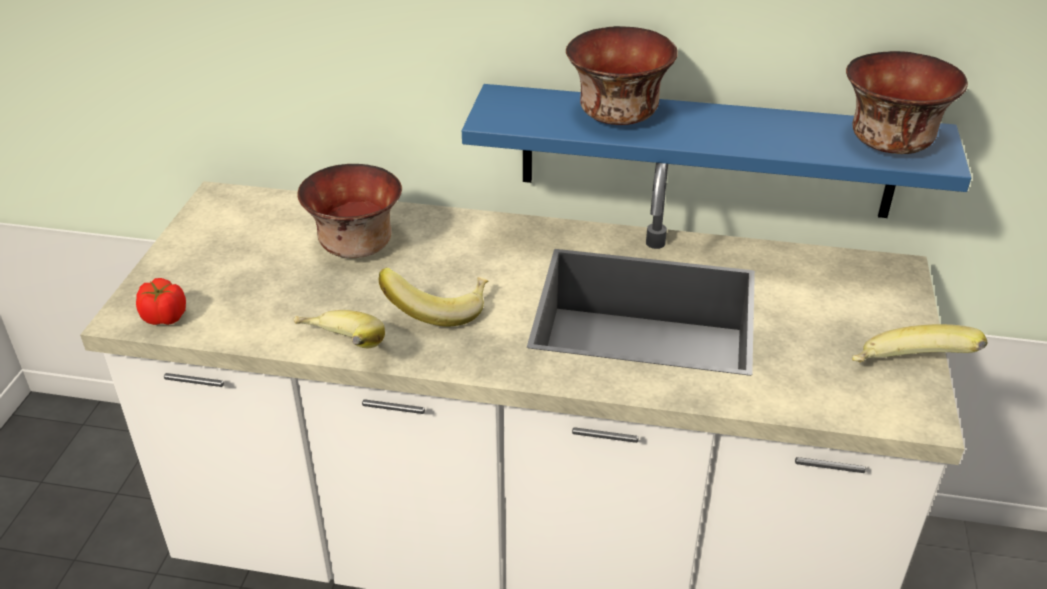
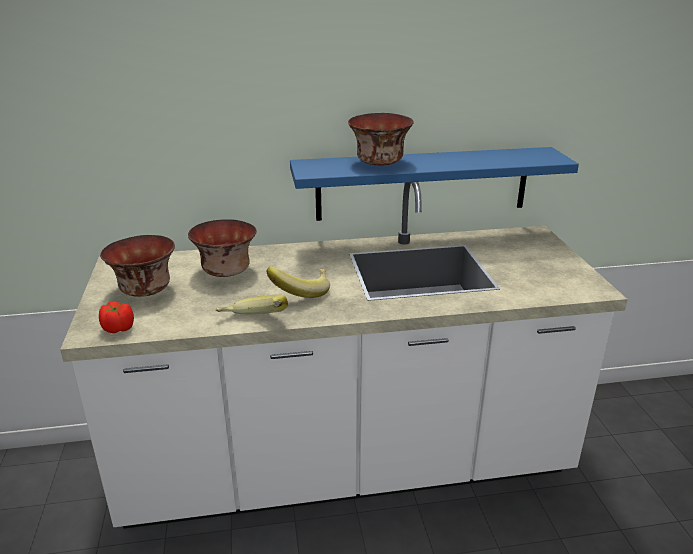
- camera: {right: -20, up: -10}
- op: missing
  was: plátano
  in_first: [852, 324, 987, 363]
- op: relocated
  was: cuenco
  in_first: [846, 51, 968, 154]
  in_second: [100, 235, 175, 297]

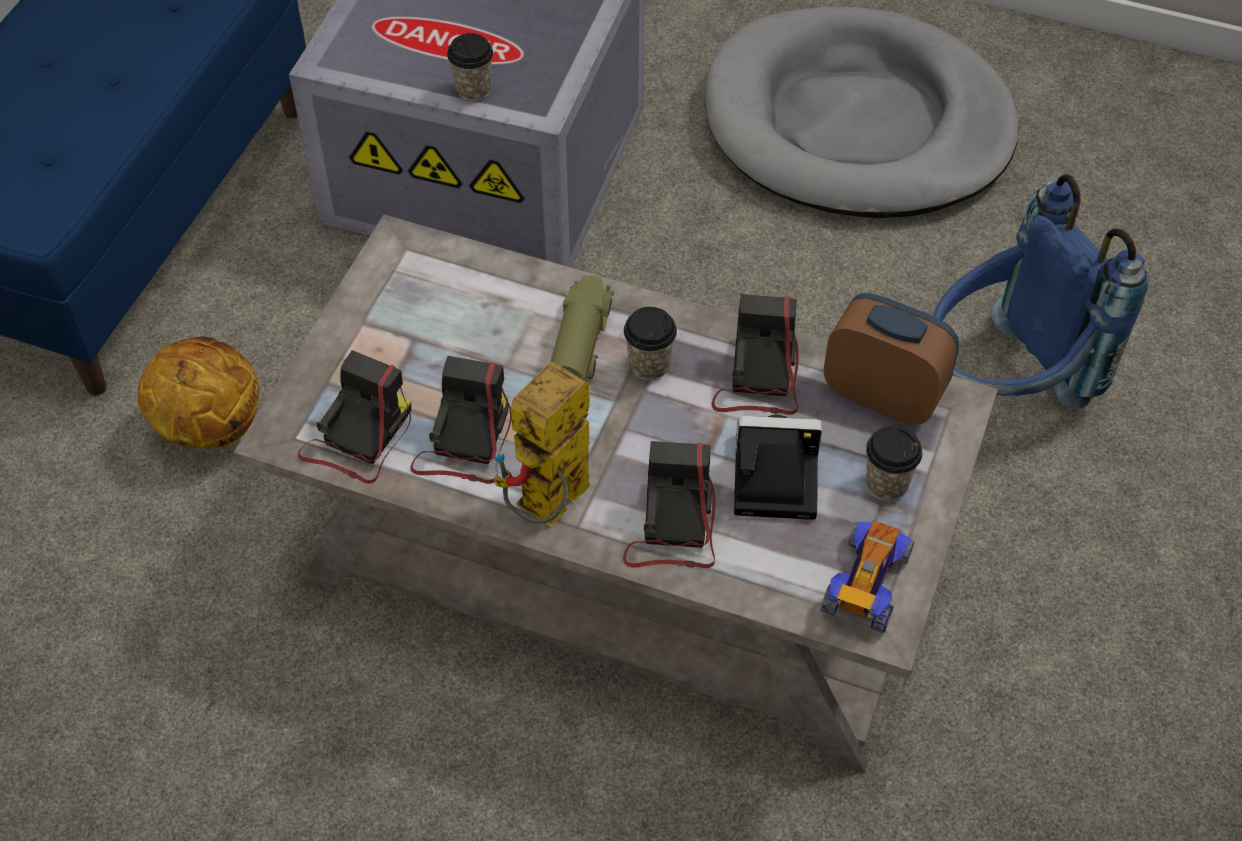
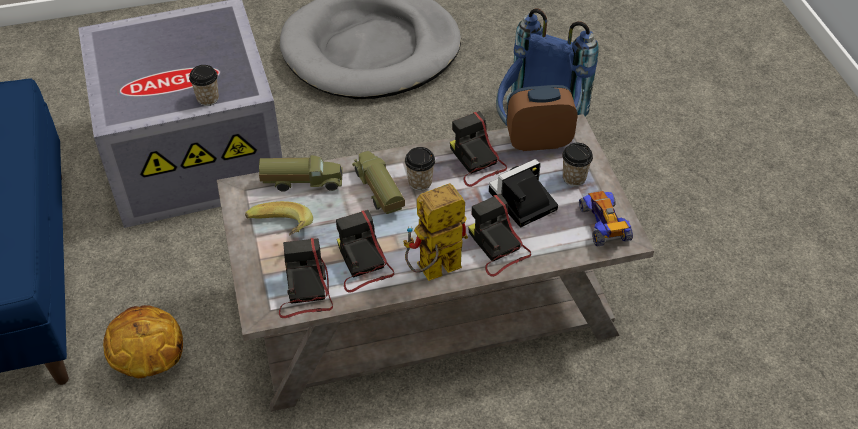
- camera: {right: -35, up: -5}
- op: appeared
  now: plátano
  in_second: [245, 201, 313, 235]
- op: appeared
  now: camión de juguete
  in_second: [259, 155, 343, 192]
- op: spun
  was: robot de juguete
  in_first: [494, 361, 590, 526]
  in_second: [403, 183, 468, 281]
  clockwise: 60

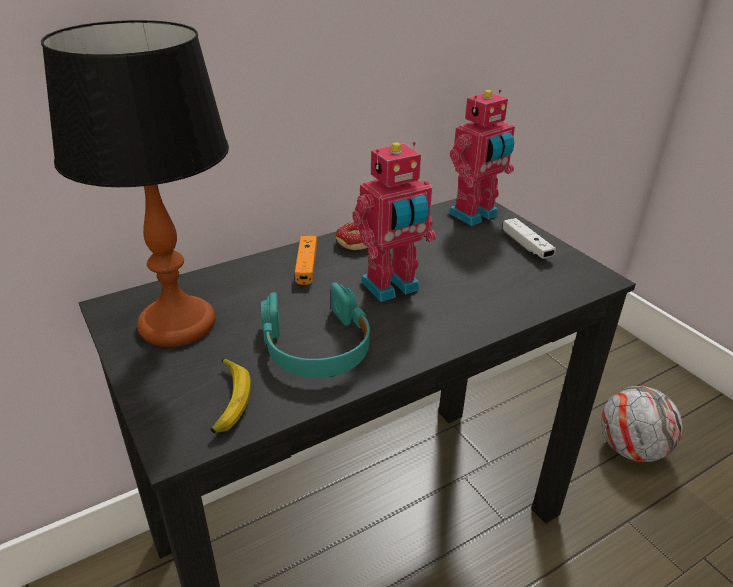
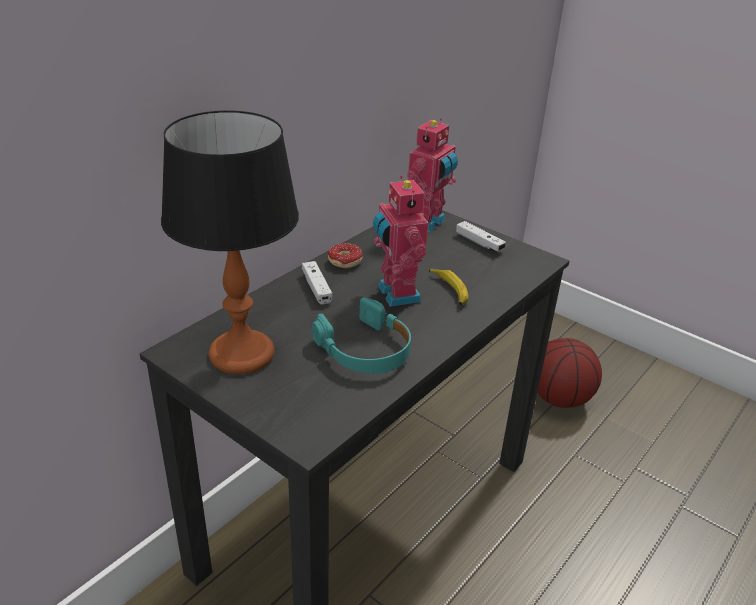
- camera: {right: -20, up: 0}
- op: relocated
  was: plátano
  in_first: [210, 358, 251, 433]
  in_second: [429, 268, 468, 305]
- op: exchanged
  was: balón de fútbol
  now: balón de baloncesto
  in_first: [601, 386, 682, 462]
  in_second: [537, 338, 602, 408]
- op: colour
  was: mando de consola/naranja
  now: mando de consola/blanco
  in_first: [295, 236, 317, 285]
  in_second: [302, 261, 332, 304]
- op: spun
  was: robot de juguete
  in_first: [353, 142, 436, 302]
  in_second: [373, 175, 429, 307]
  clockwise: 120

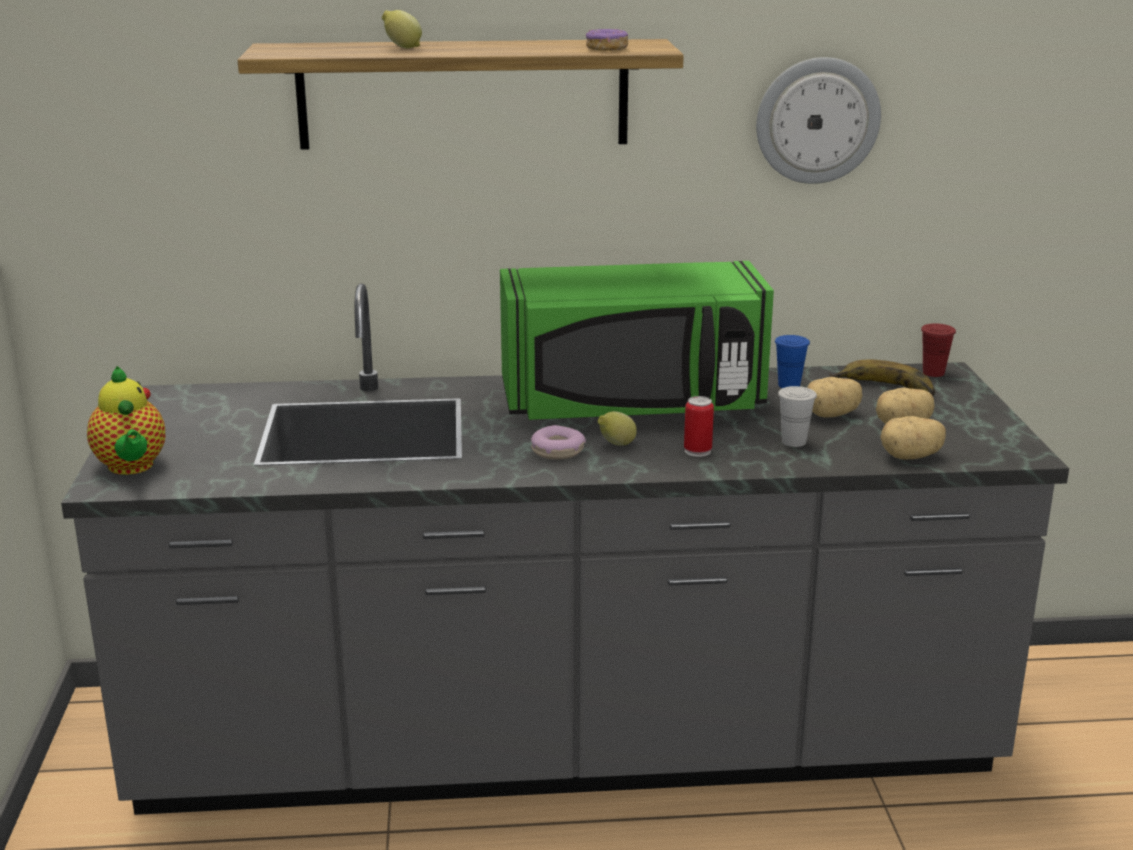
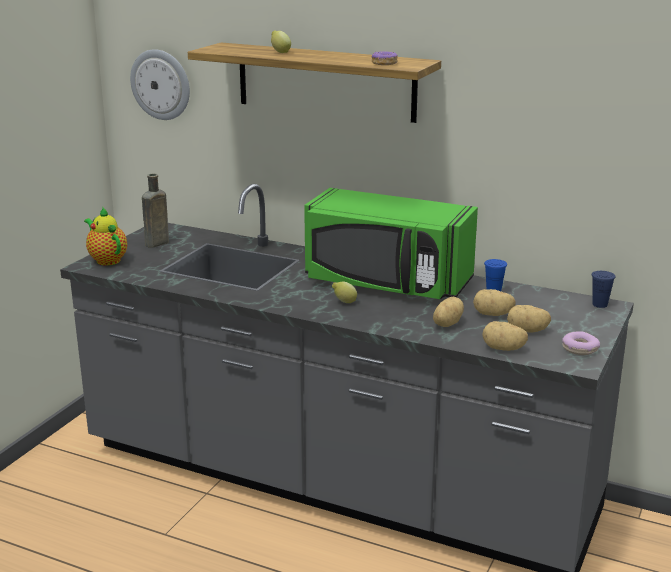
- camera: {right: 30, up: 0}
- op: missing
  was: lata
  in_first: [684, 396, 714, 457]
- op: missing
  was: plátano
  in_first: [829, 359, 935, 396]
- op: appeared
  now: botella/marrón
  in_second: [142, 173, 169, 248]
- op: relocated
  was: rosquilla
  in_first: [531, 425, 586, 460]
  in_second: [562, 331, 600, 355]
- op: relocated
  was: reloj de pared
  in_first: [756, 57, 881, 184]
  in_second: [130, 49, 190, 120]
- op: exchanged
  was: taza/blanco
  now: patata
  in_first: [778, 386, 817, 447]
  in_second: [433, 297, 464, 327]
- op: colour
  was: taza/rojo
  now: taza/azul
  in_first: [921, 323, 956, 377]
  in_second: [591, 271, 616, 308]
- op: spun
  was: tetera
  in_first: [87, 366, 165, 475]
  in_second: [84, 207, 127, 266]
  clockwise: 135

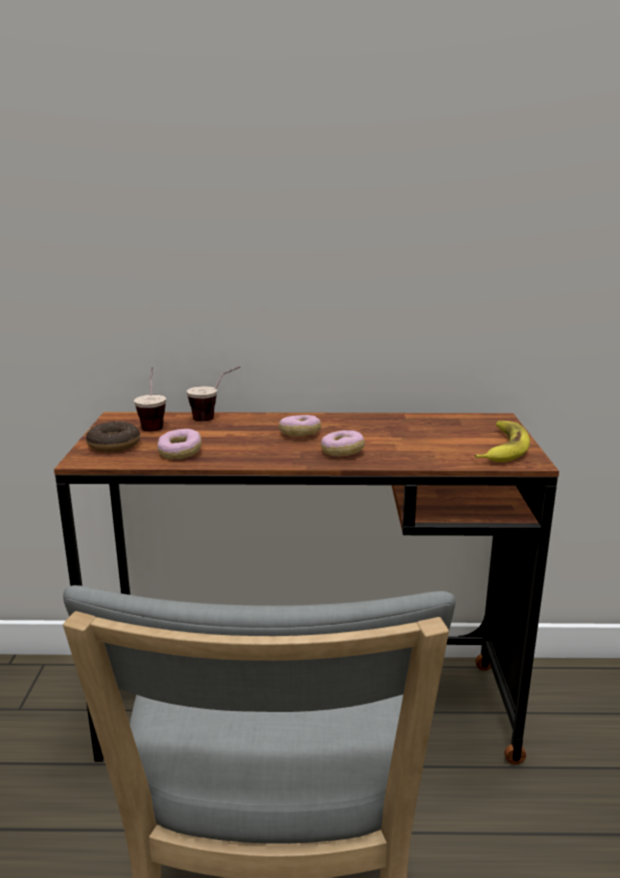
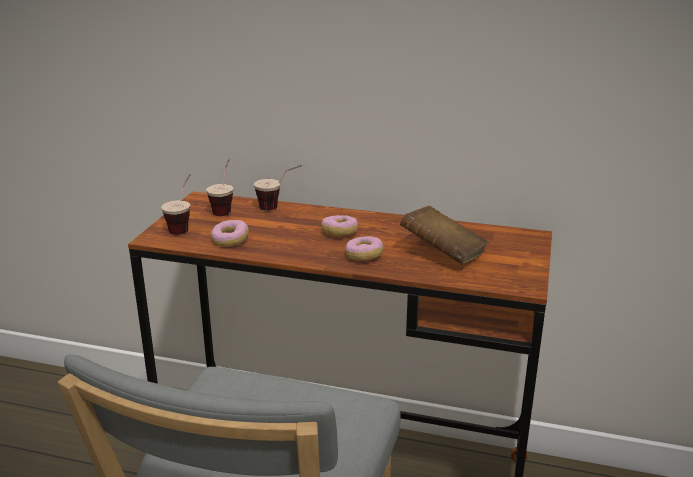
- camera: {right: 15, up: 5}
- op: missing
  was: plátano
  in_first: [475, 421, 530, 462]
- op: appeared
  now: libro/marrón
  in_second: [400, 206, 489, 264]
- op: exchanged
  was: rosquilla
  now: taza
  in_first: [86, 422, 140, 452]
  in_second: [161, 174, 190, 235]

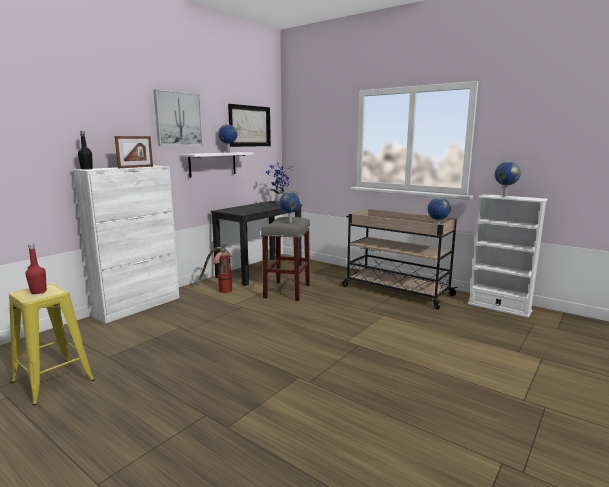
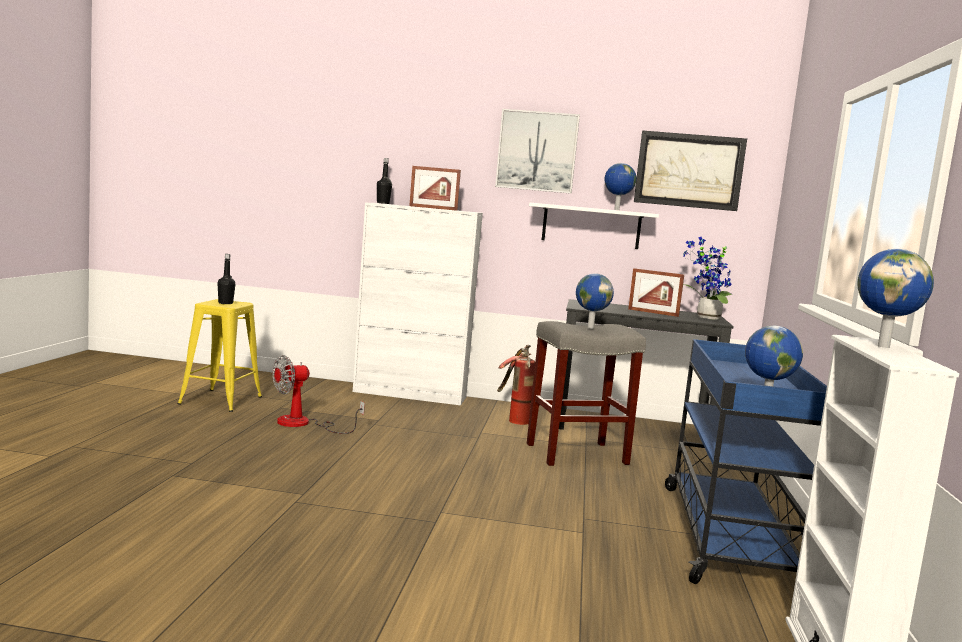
- camera: {right: 60, up: -5}
- op: appeared
  now: ventilador
  in_second: [272, 355, 365, 434]
- op: appeared
  now: portarretratos
  in_second: [628, 268, 684, 317]
- op: colour
  was: botella/rojo
  now: botella/negro
  in_first: [25, 244, 47, 294]
  in_second: [218, 254, 236, 304]
- op: colour
  was: carrito/beis
  now: carrito/azul
  in_first: [342, 209, 458, 309]
  in_second: [665, 339, 827, 584]

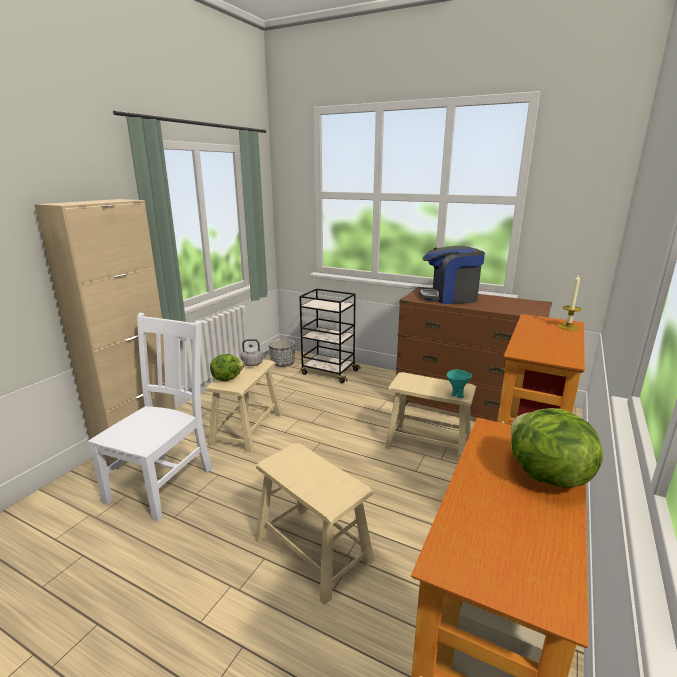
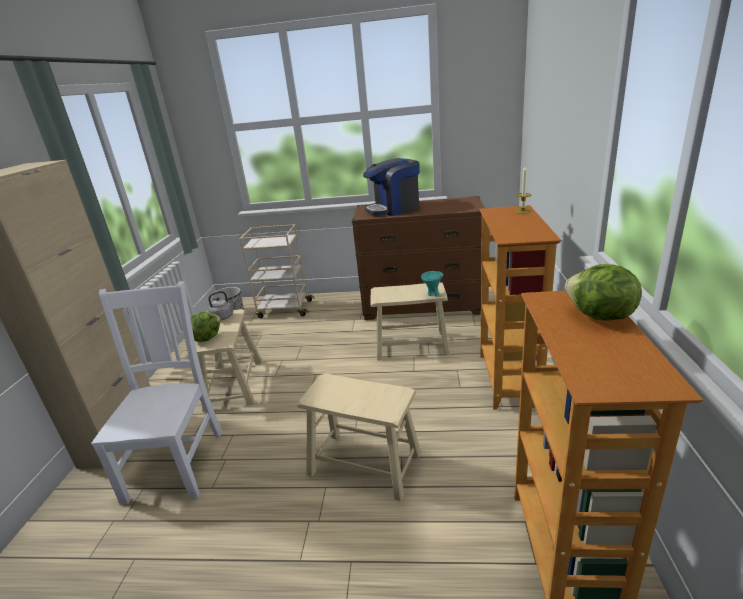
- camera: {right: -20, up: 5}
- op: colour
  was: carrito/negro
  now: carrito/beis
  in_first: [299, 288, 361, 383]
  in_second: [240, 224, 314, 318]

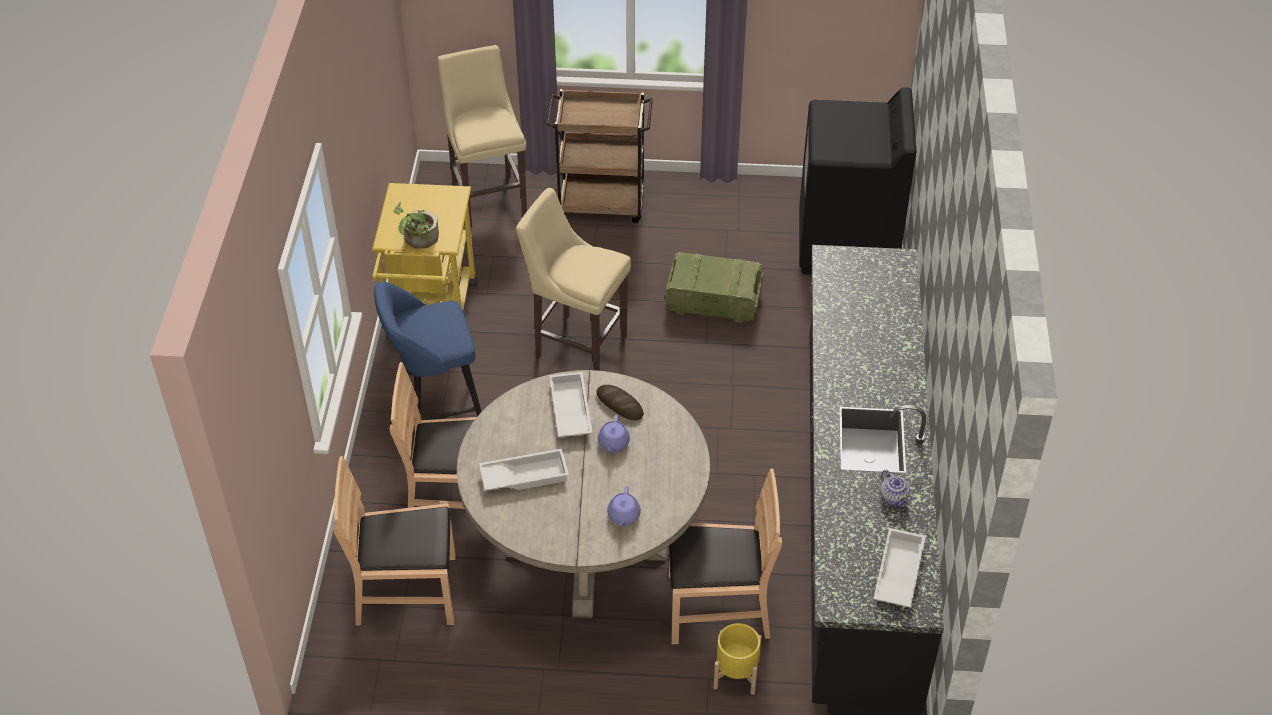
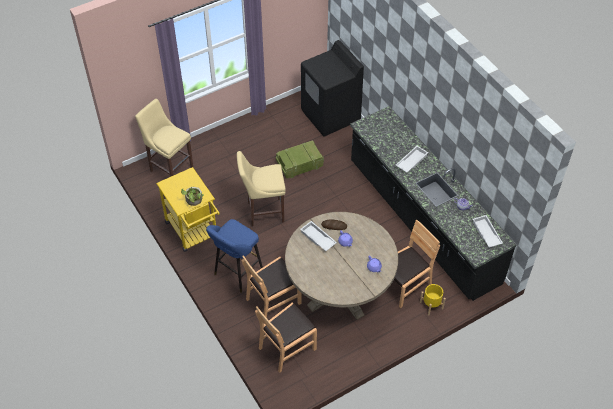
- camera: {right: -35, up: 5}
- op: missing
  was: carrito/marrón
  in_first: [546, 89, 653, 223]
- op: relocated
  was: bandeja/blanco
  in_first: [479, 449, 569, 491]
  in_second: [396, 146, 428, 173]

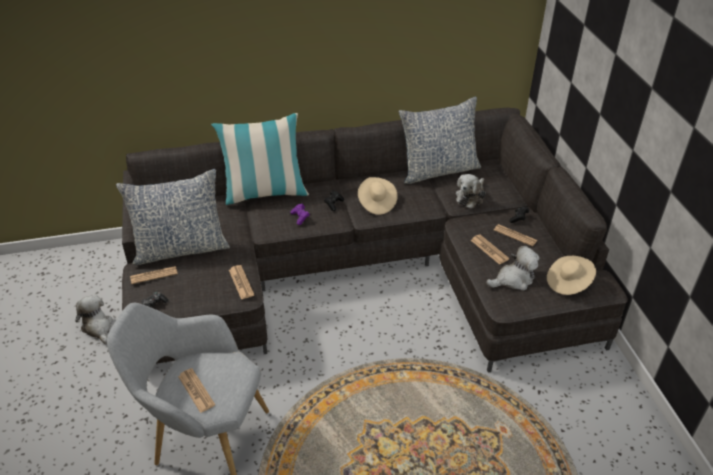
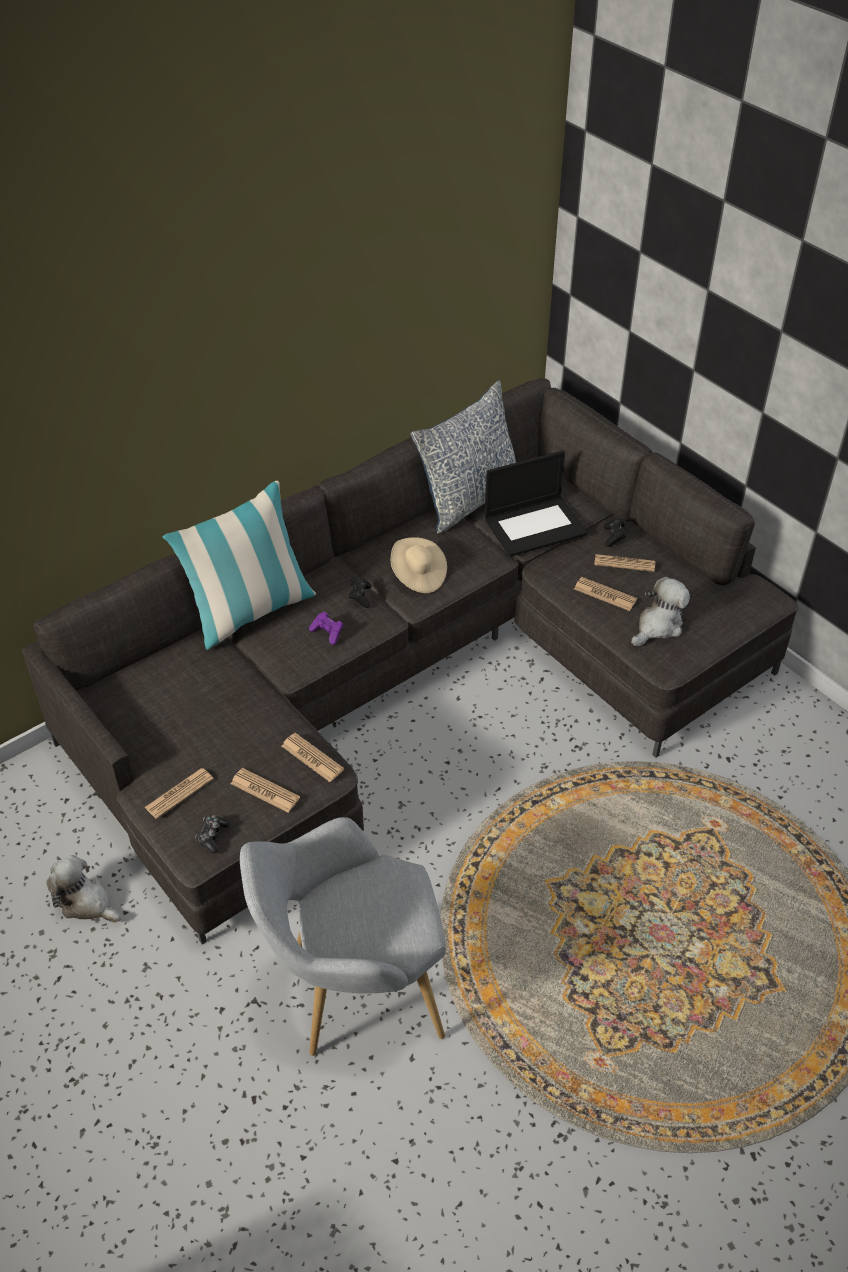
- camera: {right: -25, up: 5}
- op: missing
  was: cojín
  in_first: [116, 169, 230, 265]
- op: missing
  was: sombrero/beis
  in_first: [547, 256, 596, 295]
- op: relocated
  was: periódico
  in_first: [178, 368, 215, 413]
  in_second: [231, 768, 300, 813]
- op: exchanged
  was: peluche
  now: portátil
  in_first: [456, 174, 486, 209]
  in_second: [485, 450, 588, 557]

